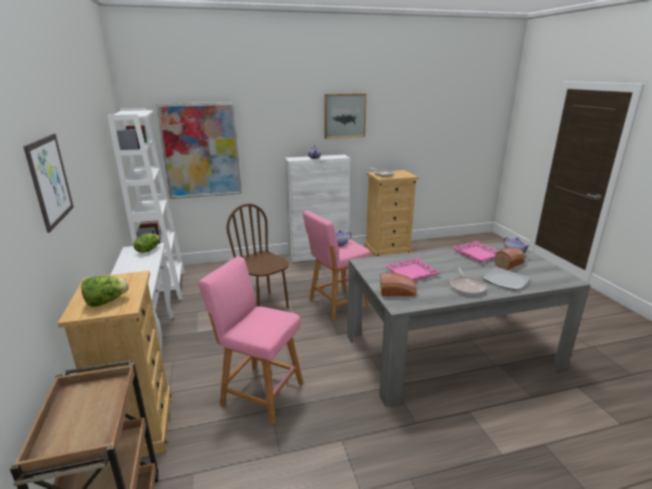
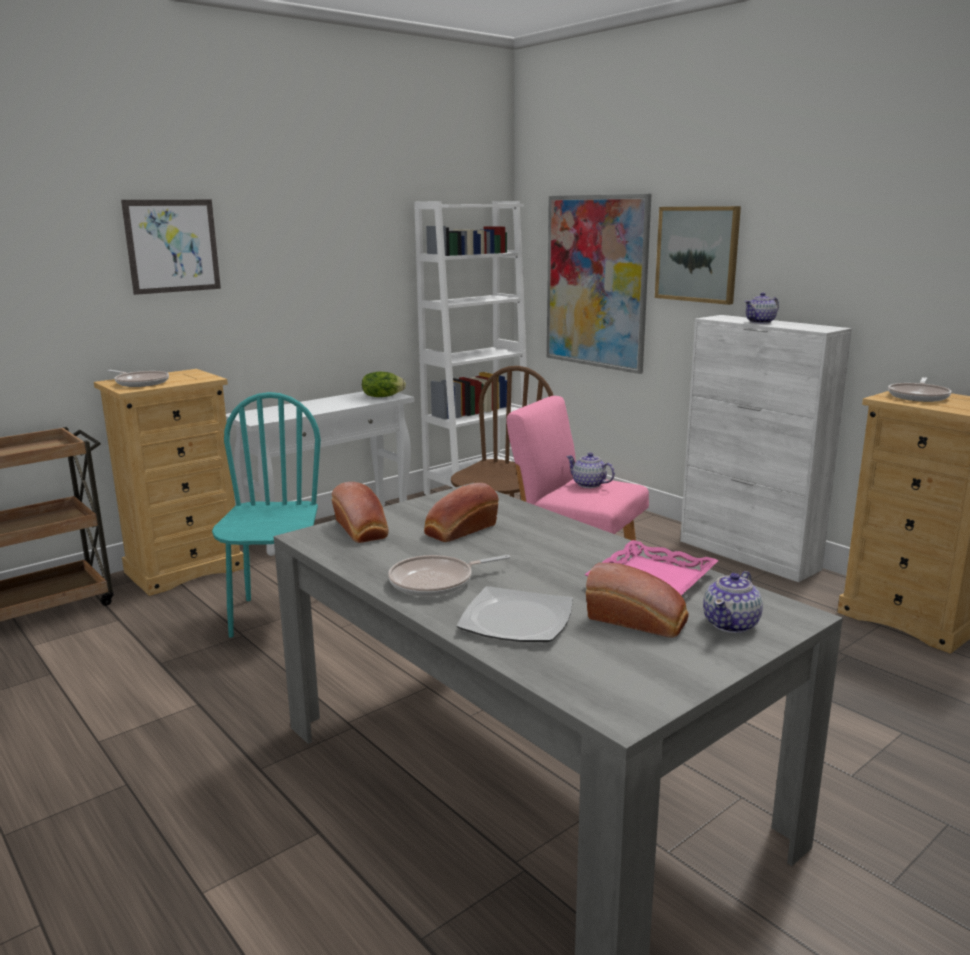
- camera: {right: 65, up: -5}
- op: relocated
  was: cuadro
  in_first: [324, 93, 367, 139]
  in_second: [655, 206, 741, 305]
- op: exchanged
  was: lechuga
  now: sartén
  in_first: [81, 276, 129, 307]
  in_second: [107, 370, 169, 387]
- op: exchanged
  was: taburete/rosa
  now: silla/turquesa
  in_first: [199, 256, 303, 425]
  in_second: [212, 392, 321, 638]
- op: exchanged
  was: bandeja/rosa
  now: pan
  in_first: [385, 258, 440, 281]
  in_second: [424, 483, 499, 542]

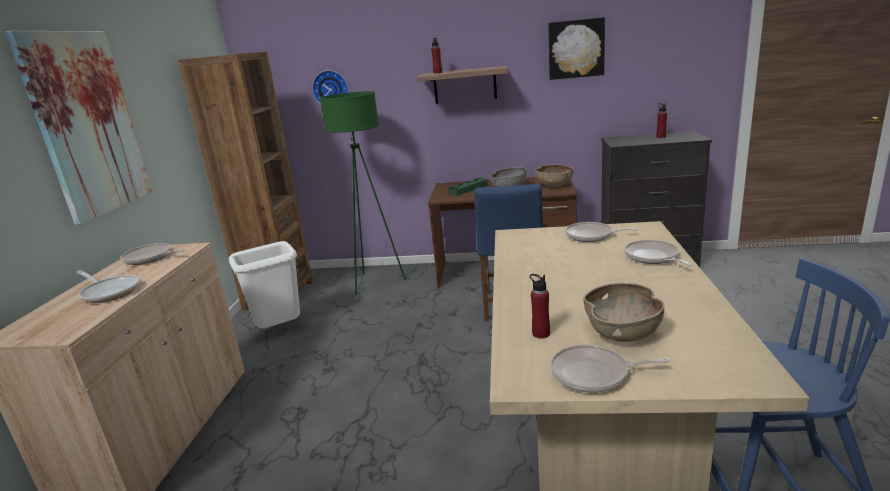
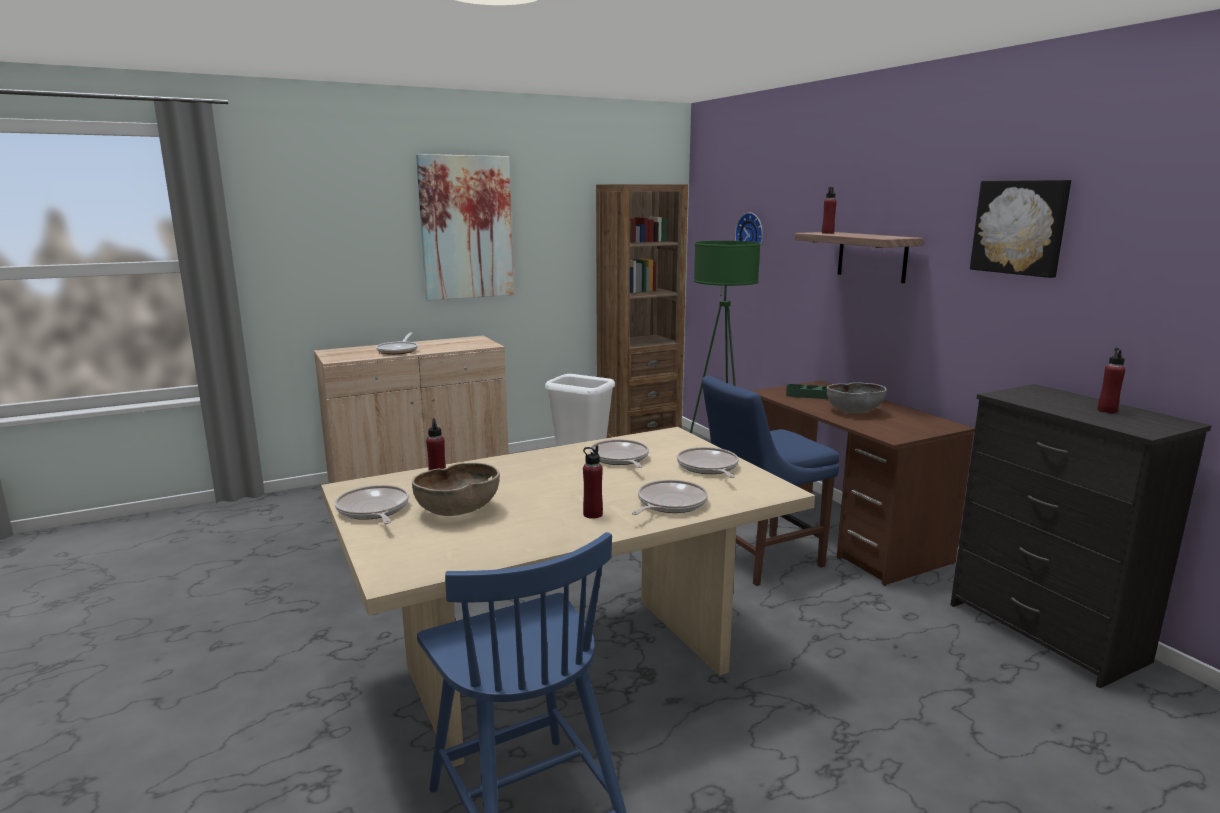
- camera: {right: 55, up: -5}
- op: missing
  was: cuenco/marrón
  in_first: [535, 164, 574, 186]
- op: appeared
  now: botella/rojo
  in_second: [583, 446, 603, 519]
- op: relocated
  was: sartén
  in_first: [120, 243, 185, 265]
  in_second: [589, 439, 649, 468]

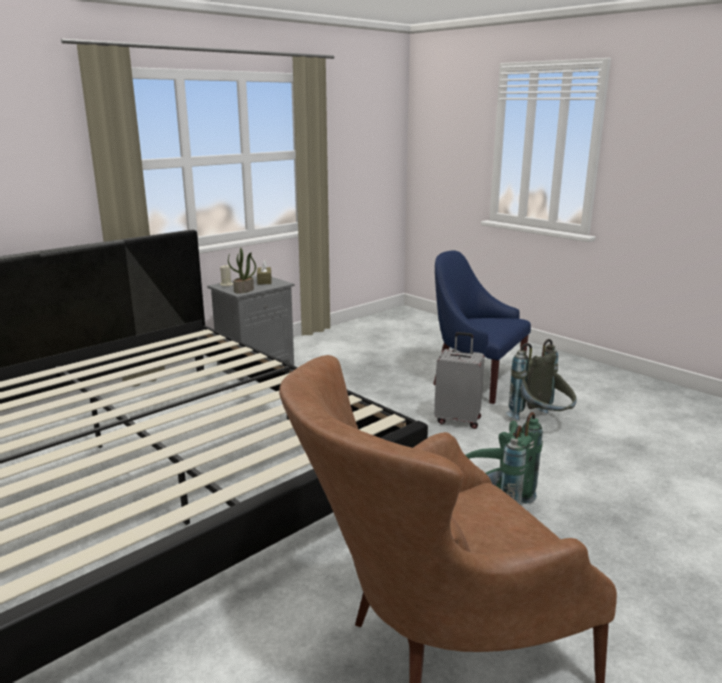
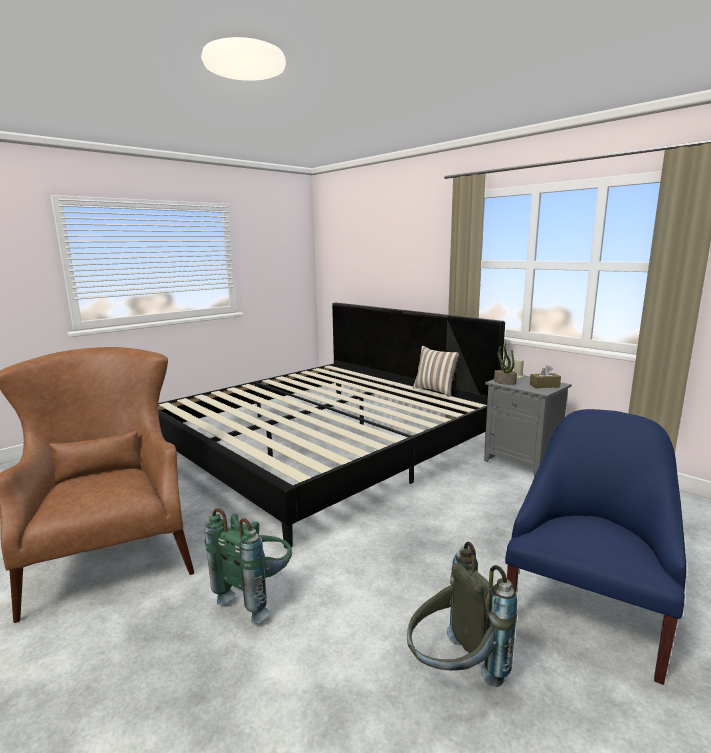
- camera: {right: 90, up: -5}
- op: missing
  was: maleta/gris
  in_first: [434, 332, 485, 429]
- op: appeared
  now: cojín
  in_second: [413, 346, 459, 397]

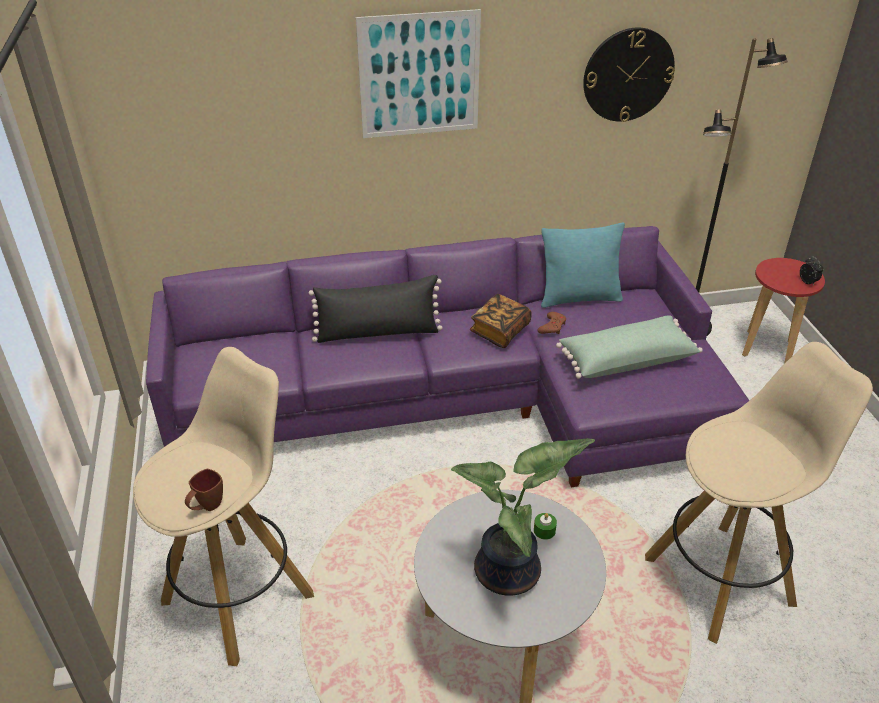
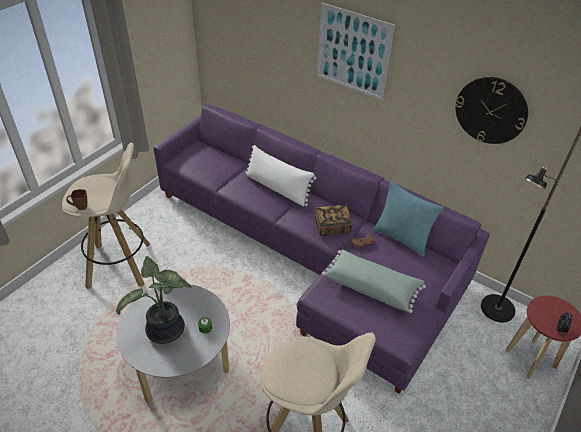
- camera: {right: 45, up: 5}
- op: colour
  was: cojín/negro
  now: cojín/blanco
  in_first: [309, 275, 443, 343]
  in_second: [245, 145, 316, 207]

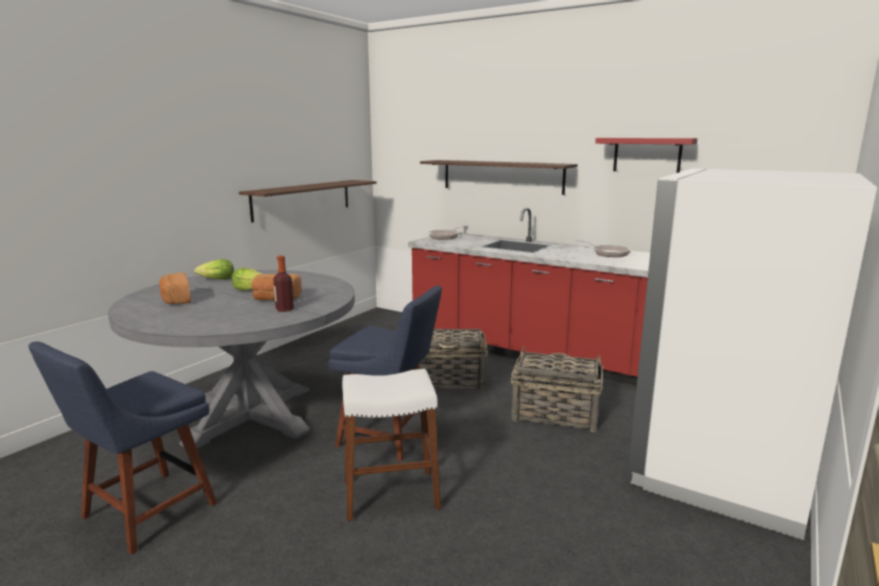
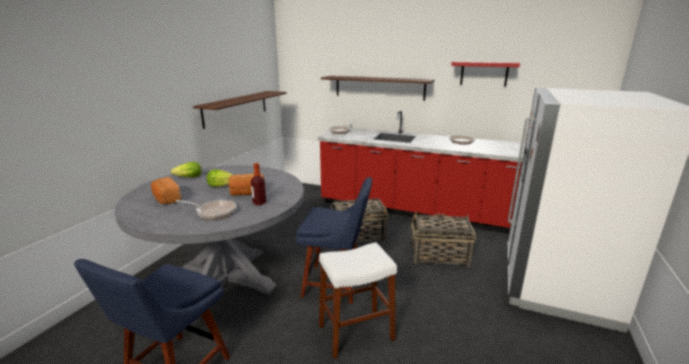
- camera: {right: -10, up: 5}
- op: appeared
  now: sartén
  in_second: [175, 200, 237, 220]

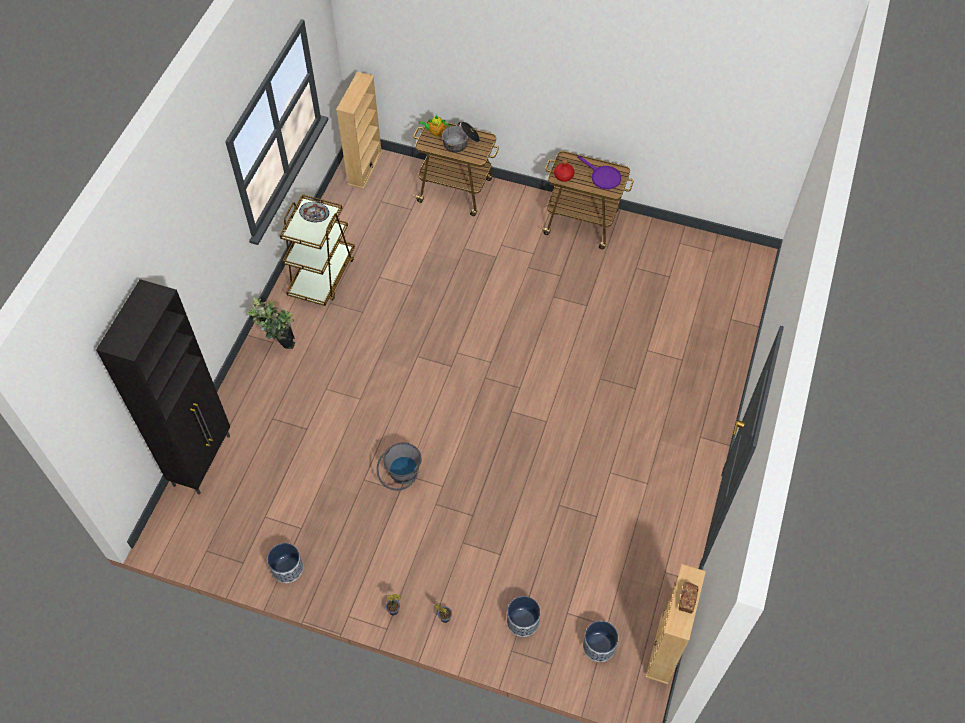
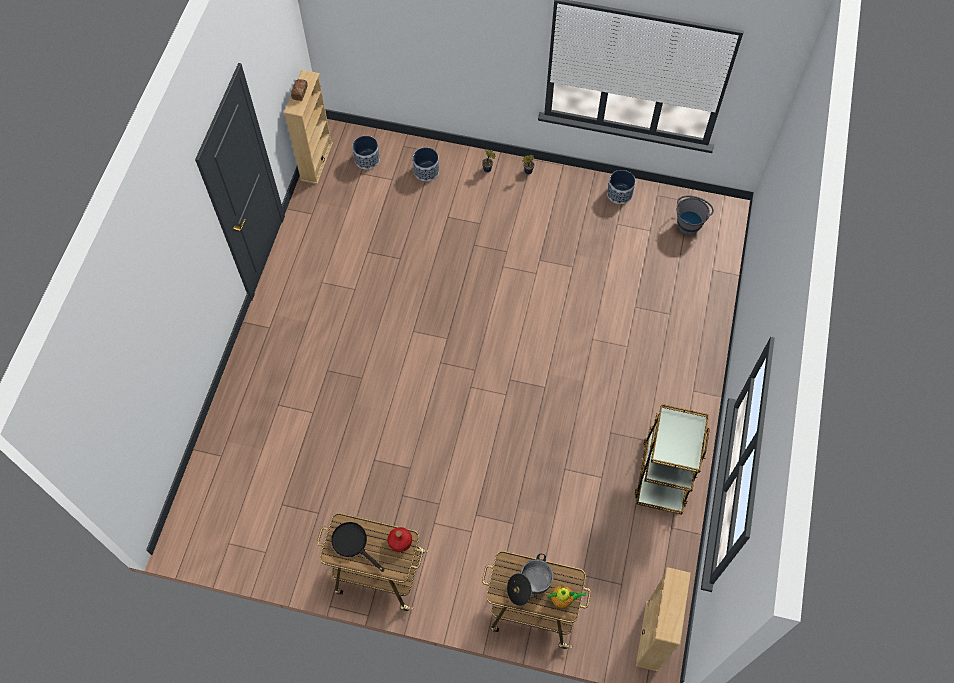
- camera: {right: 175, up: 5}
- op: missing
  was: armario/negro
  in_first: [96, 279, 230, 495]
- op: missing
  was: planta en maceta
  in_first: [246, 297, 295, 349]
- op: missing
  was: cuenco
  in_first: [299, 202, 329, 222]
- op: relocated
  was: cubo/gris
  in_first: [377, 442, 422, 491]
  in_second: [677, 196, 714, 235]
- op: colour
  was: sartén/morado
  now: sartén/negro
  in_first: [577, 155, 621, 189]
  in_second: [331, 522, 384, 572]

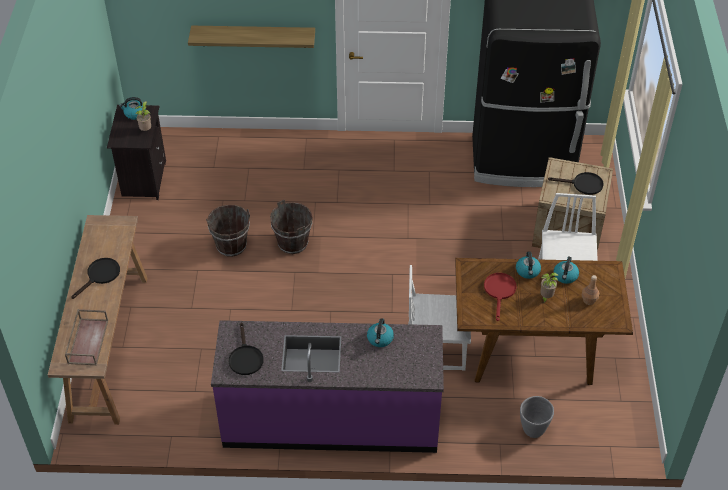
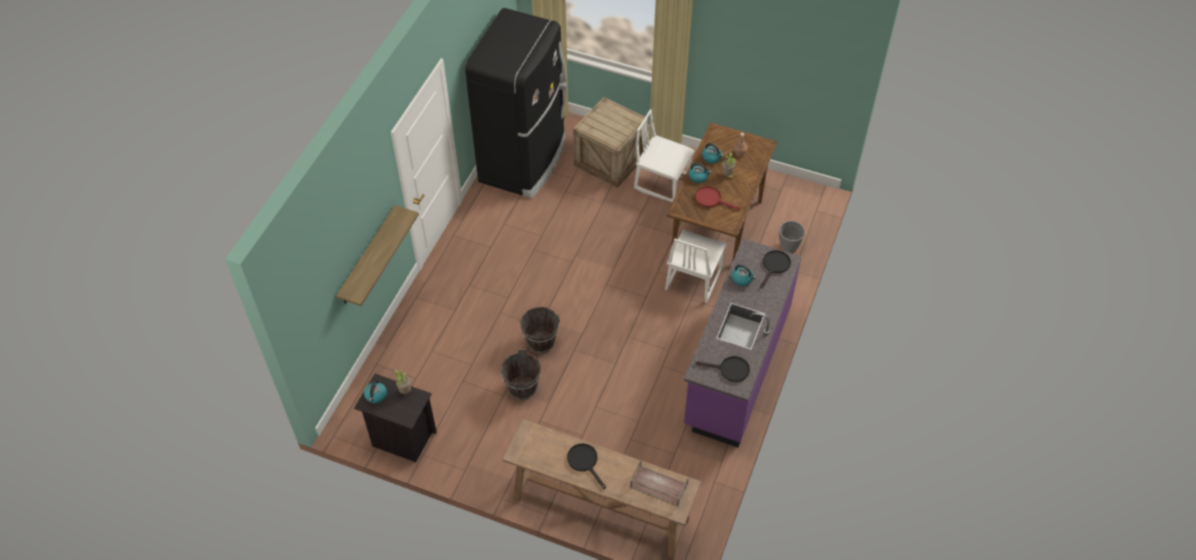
- camera: {right: -70, up: 5}
- op: relocated
  was: sartén/negro
  in_first: [548, 172, 604, 195]
  in_second: [760, 250, 791, 288]

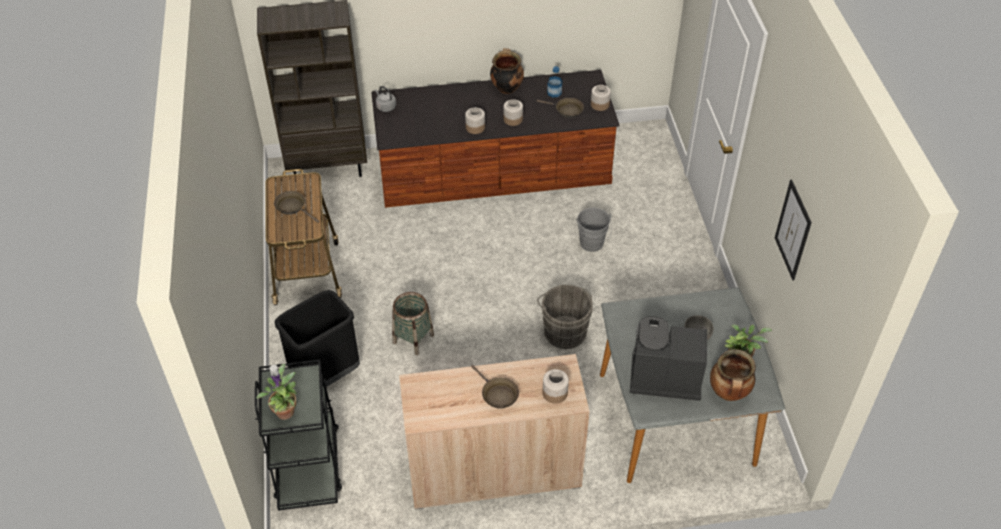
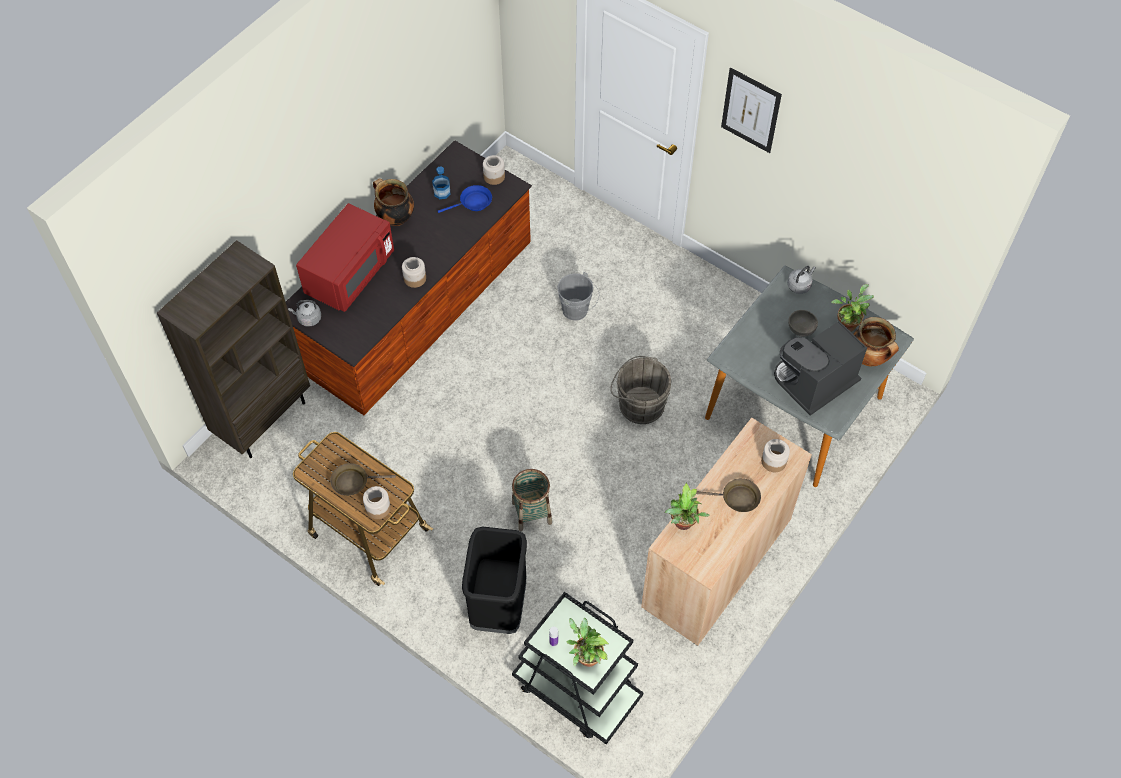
- camera: {right: -45, up: 10}
- op: appeared
  now: microondas/rojo
  in_second: [296, 203, 394, 312]
- op: appeared
  now: planta en maceta
  in_second: [665, 482, 710, 530]
- op: appeared
  now: hervidor/gris
  in_second: [787, 266, 816, 294]
- op: relocated
  was: tarro
  in_first: [503, 99, 523, 126]
  in_second: [363, 486, 391, 519]
- op: relocated
  was: cuadro
  in_first: [775, 179, 812, 280]
  in_second: [721, 67, 782, 153]
- op: colour
  was: sartén/marrón
  now: sartén/azul
  in_first: [537, 98, 584, 118]
  in_second: [438, 185, 492, 213]

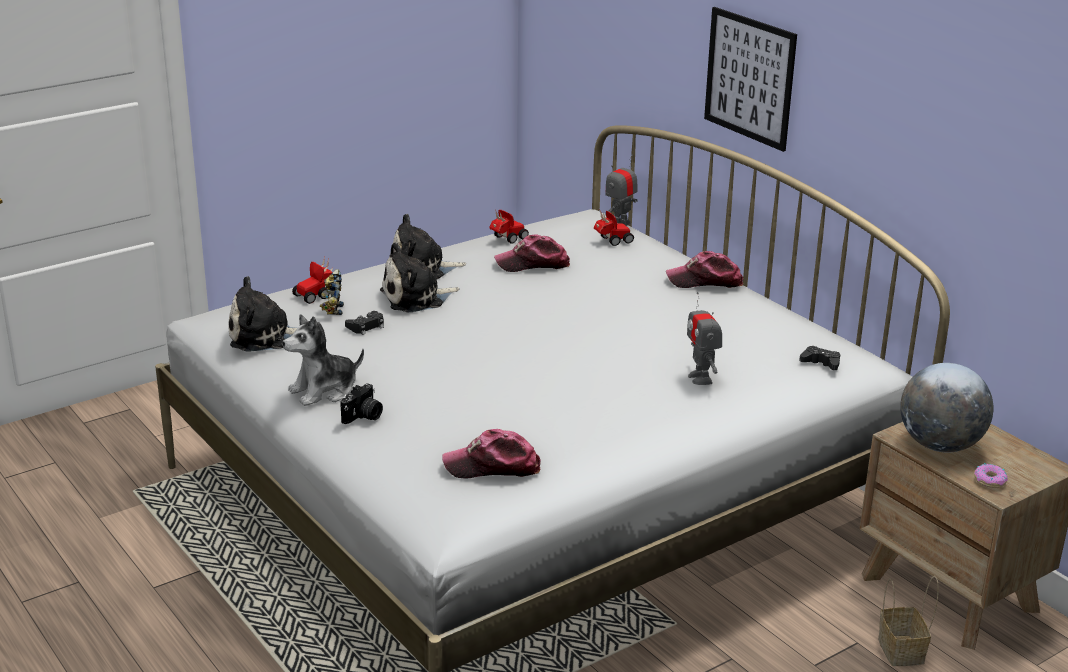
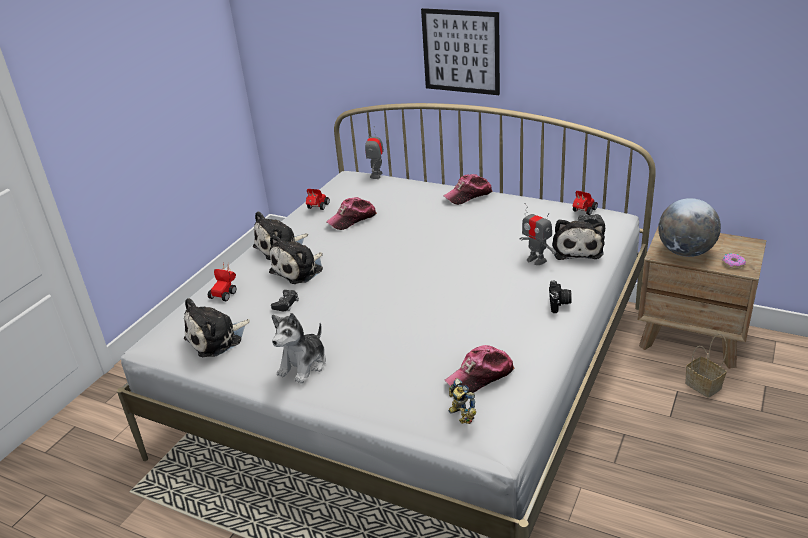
- camera: {right: -25, up: 5}
- op: appeared
  now: peluche
  in_second: [552, 219, 605, 260]
- op: relocated
  was: robot de juguete
  in_first: [320, 269, 344, 315]
  in_second: [449, 378, 476, 424]
- op: relocated
  was: cámara
  in_first: [340, 383, 383, 424]
  in_second: [549, 280, 572, 313]
- op: relocated
  was: coche de juguete
  in_first: [594, 211, 634, 246]
  in_second: [573, 191, 598, 215]

